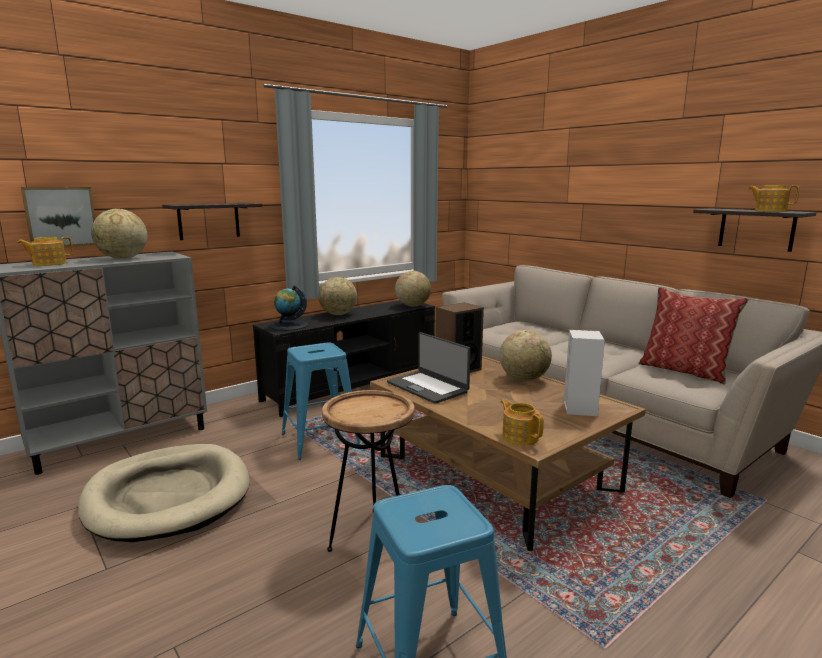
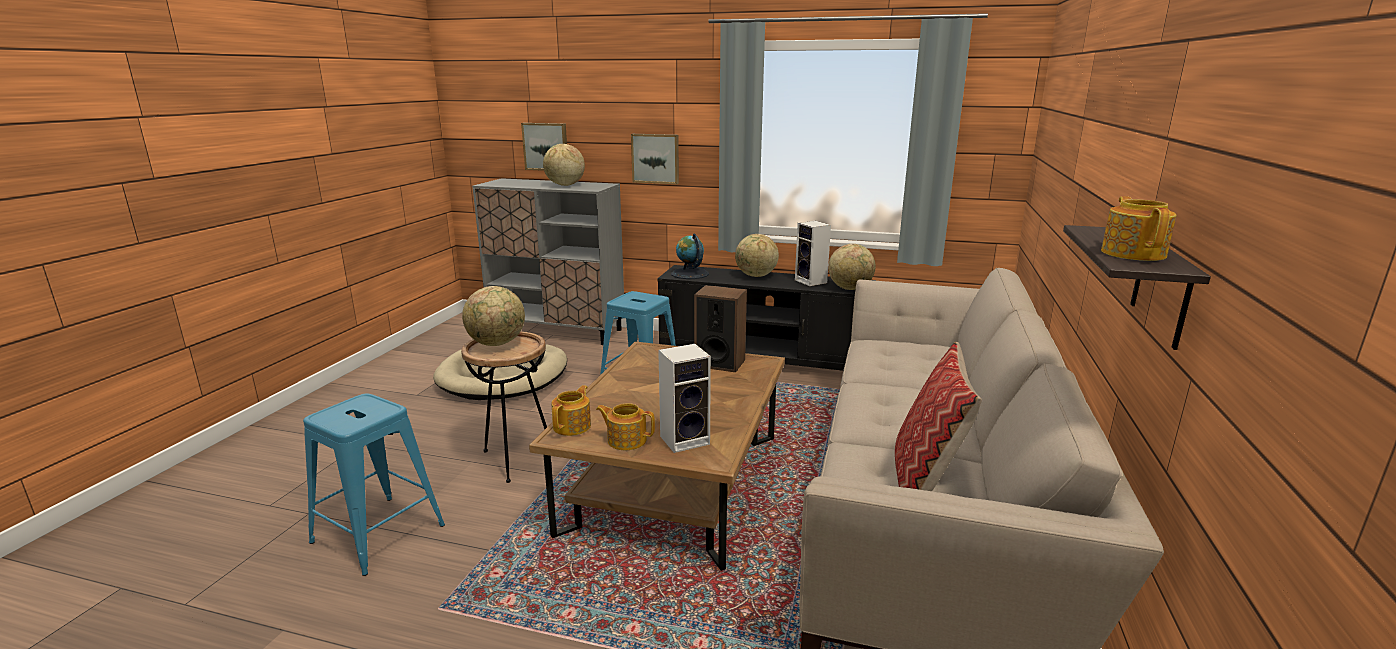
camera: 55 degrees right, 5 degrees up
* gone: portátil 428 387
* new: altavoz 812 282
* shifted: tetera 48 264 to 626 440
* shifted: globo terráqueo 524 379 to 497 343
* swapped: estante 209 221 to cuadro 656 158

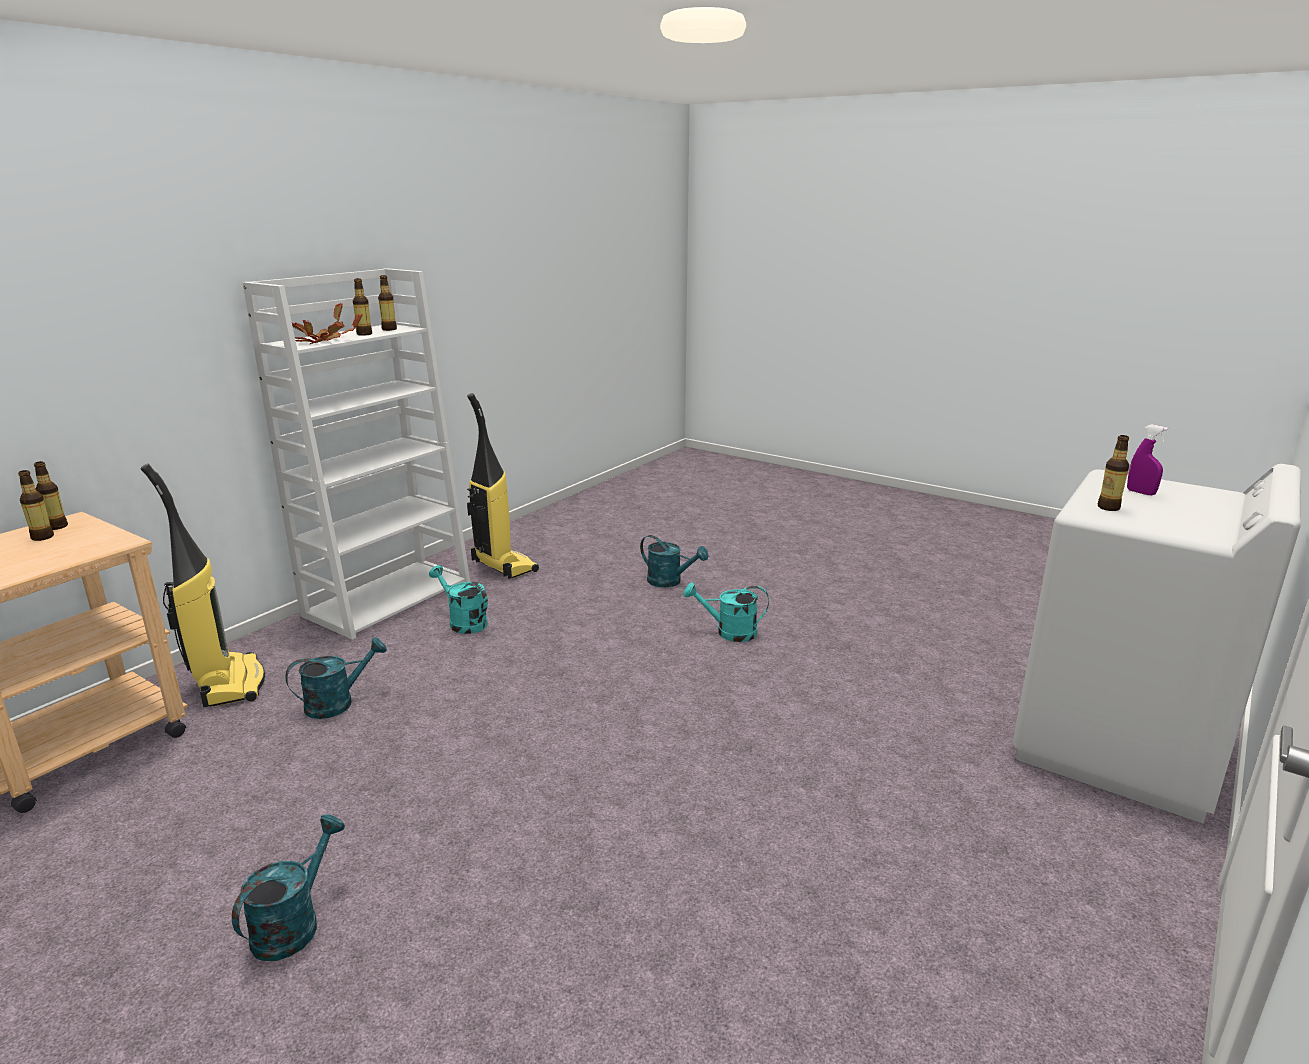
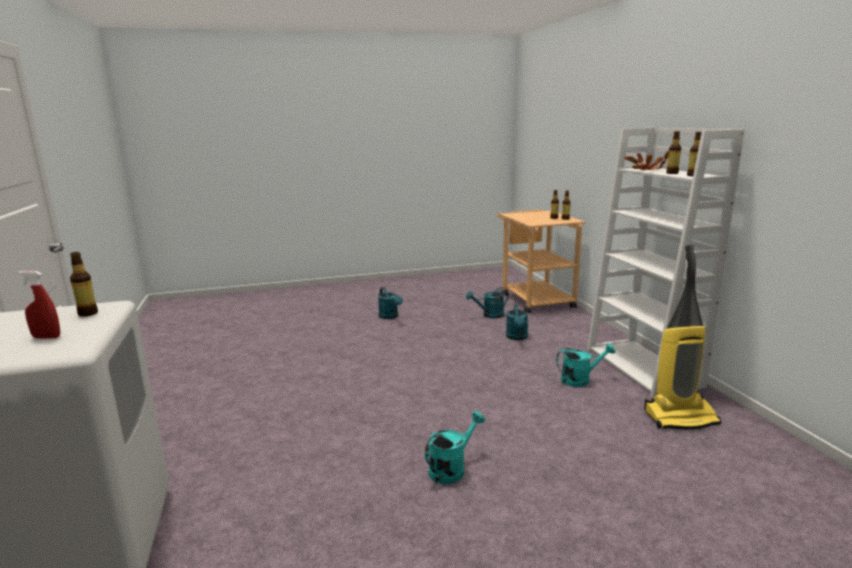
camera: 130 degrees right, 5 degrees down
* gone: aspiradora 229 683
* shifted: regadera (turquesa) 670 582 to 489 315
* repainted: pulverizador (morado) 1140 492 to pulverizador (rojo) 46 337

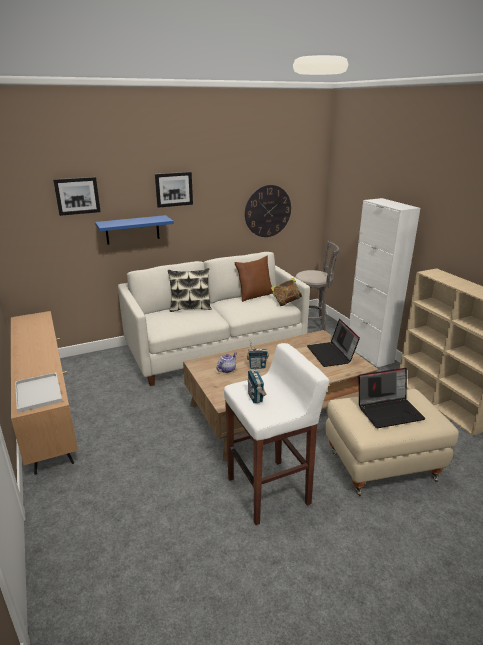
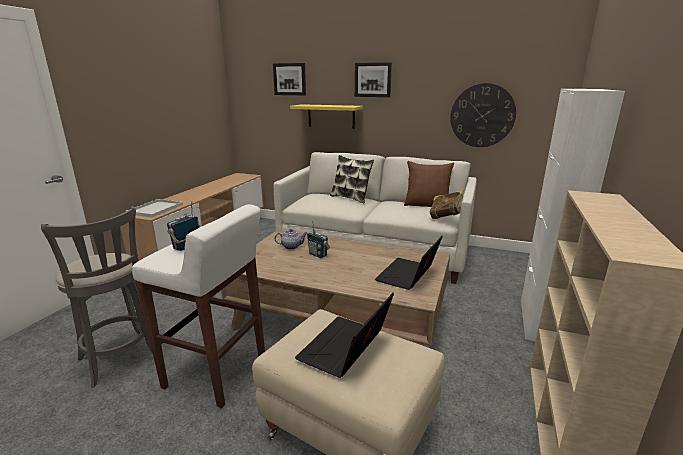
camera: 45 degrees right, 5 degrees down
* shifted: taburete (gris) 312 326 to 121 360
* repainted: estante (azul) 132 230 to estante (amarillo) 331 116
* rotated: portátil 389 411 = 345 349 90 degrees clockwise

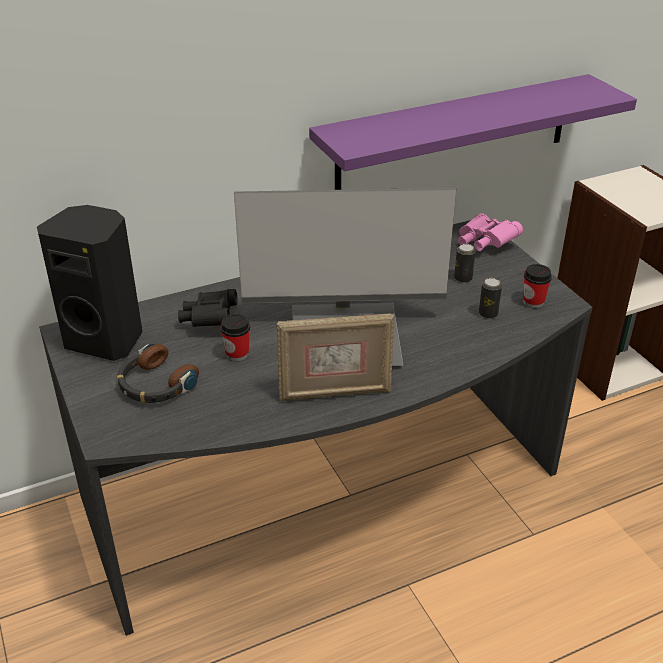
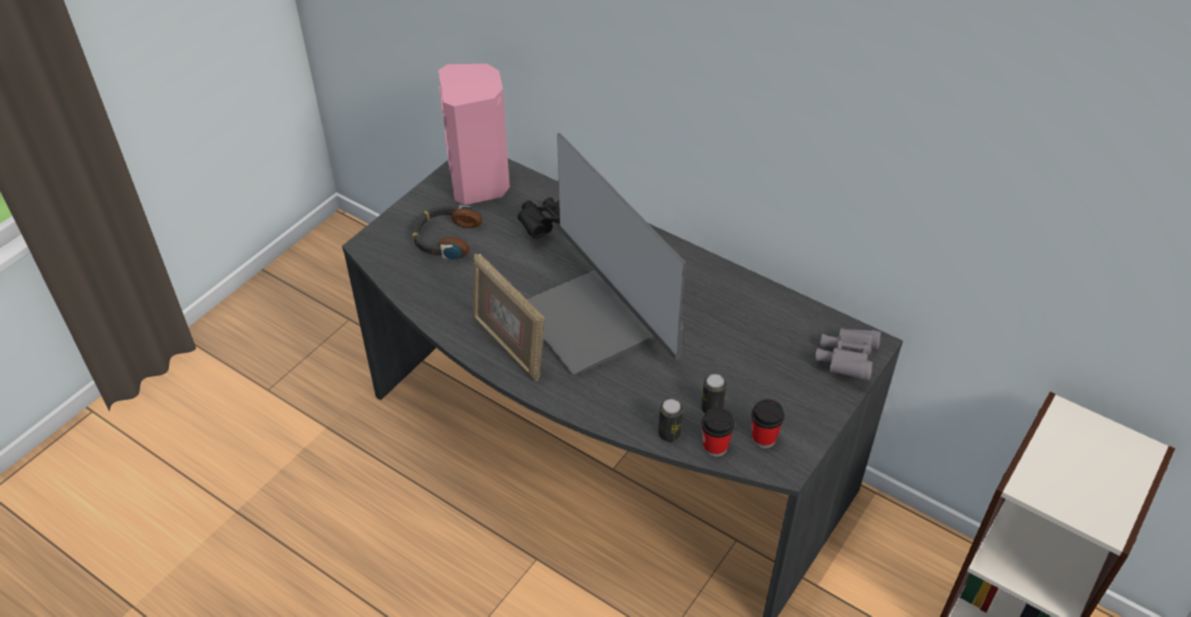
camera: 60 degrees right, 10 degrees up
* gone: estante (morado) 454 132
* shifted: taza 237 354 to 715 446
* shifted: lata 463 278 to 669 433
* repainted: altavoz (negro) 106 339 to altavoz (rosa) 480 183
* repainted: prismáticos (rosa) 484 243 to prismáticos (gris) 846 361

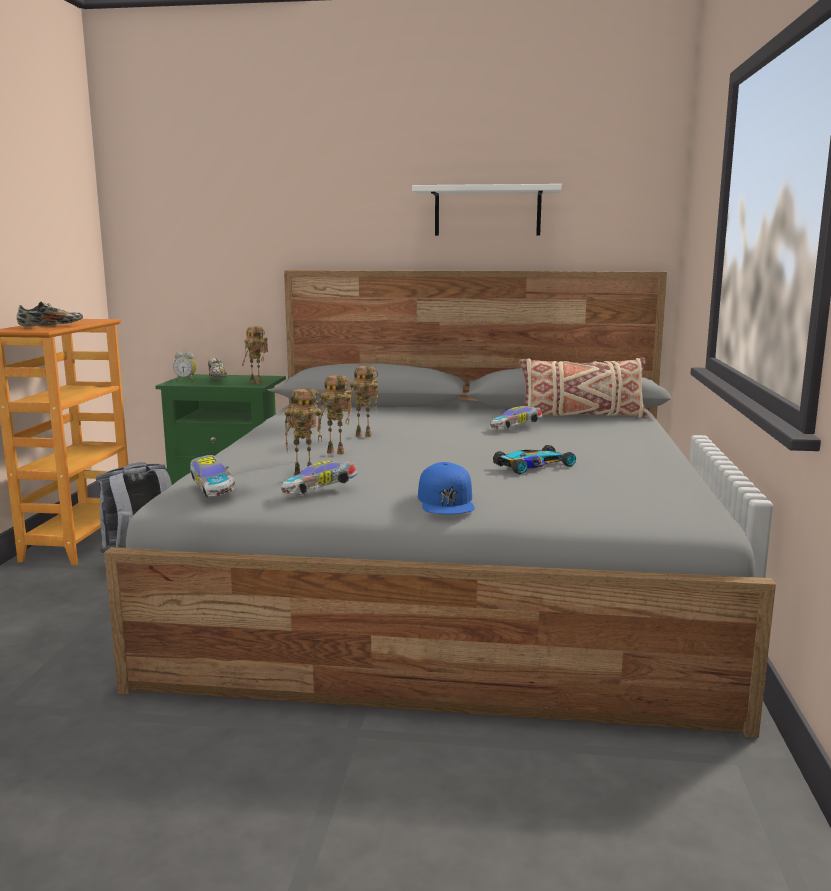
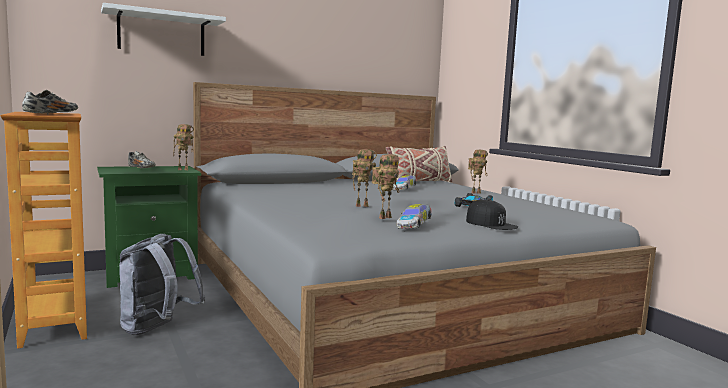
camera: 35 degrees left, 5 degrees down
* gone: despertador 186 379
* gone: coche de juguete 211 488
* shifted: robot de juguete 365 435 to 476 193
* shifted: estante (blanco) 487 211 to 162 34
* repainted: gorra (azul) 446 501 to gorra (negro) 491 224

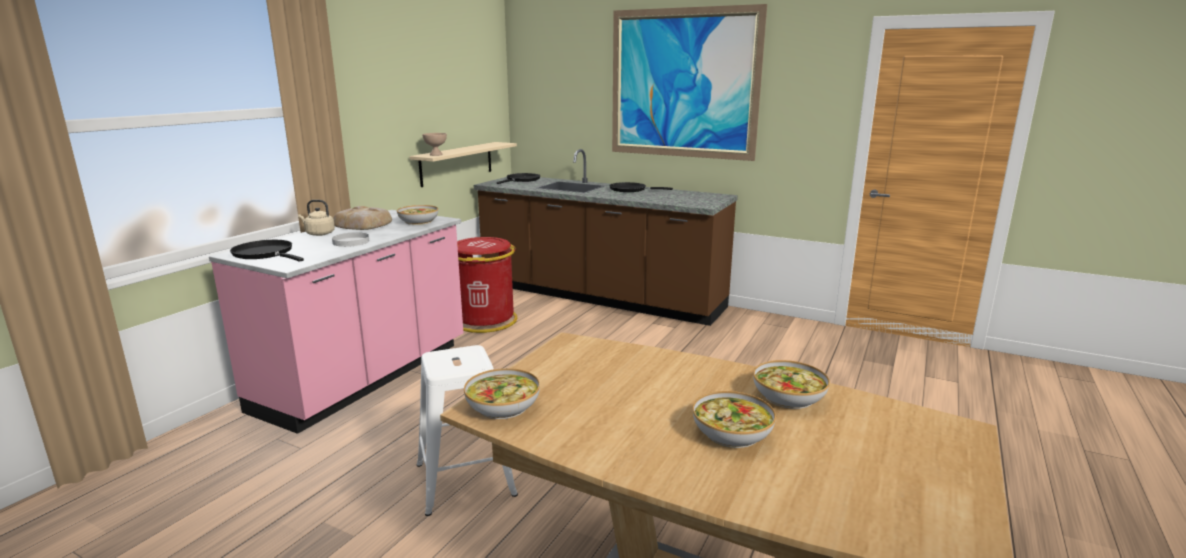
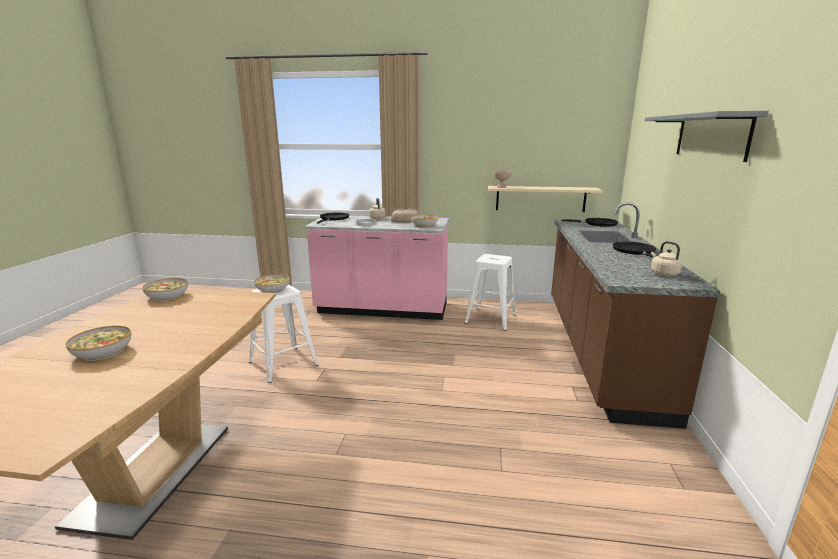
camera: 70 degrees right, 0 degrees up
* new: hervidor (beis) 663 273
* shifted: cuenco 788 397 to 272 289
* swapped: papelera (rojo) 485 320 to taburete (blanco) 491 319
* swapped: cuadro 683 84 to estante (gris) 711 136

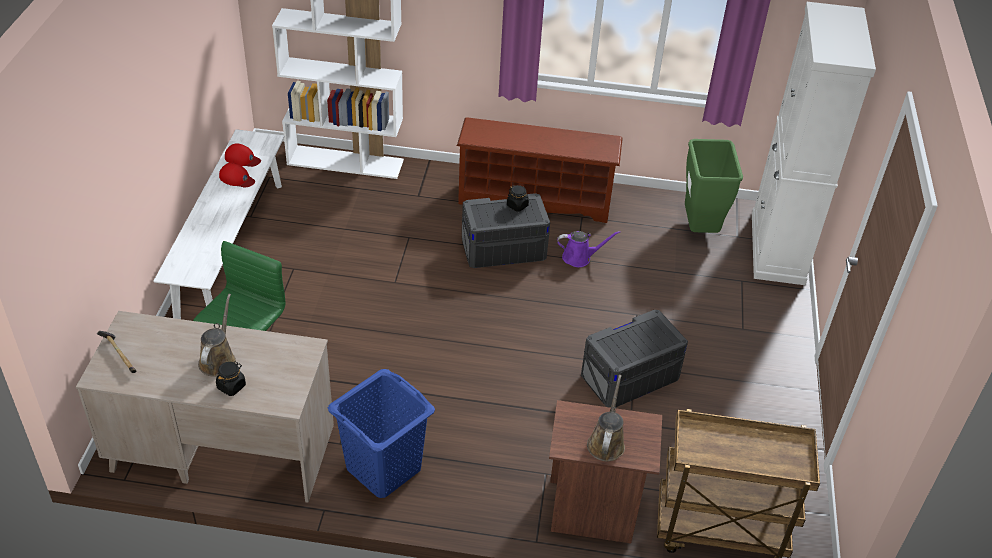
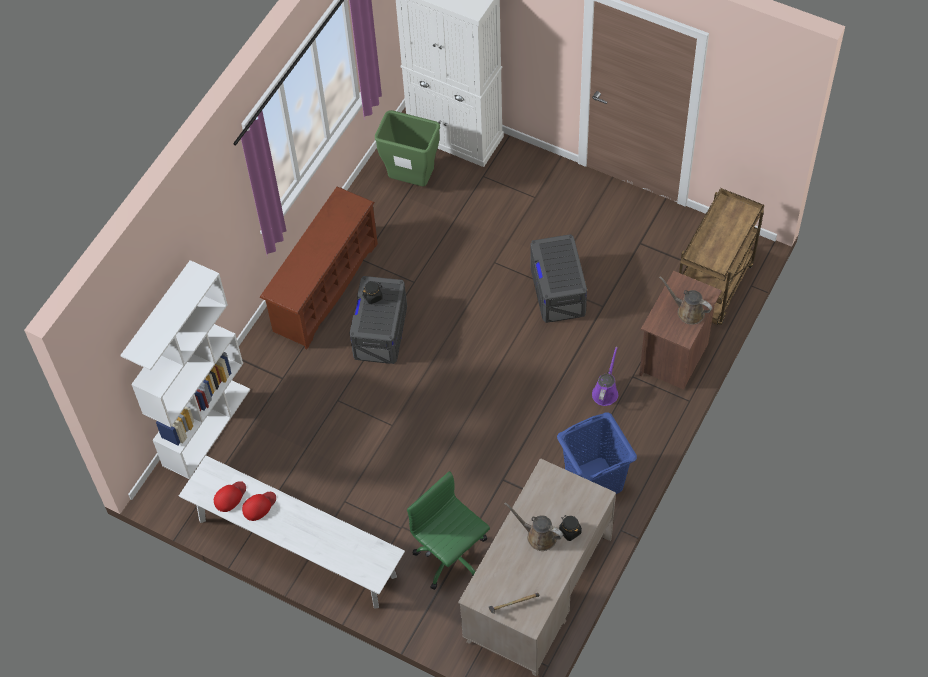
camera: 65 degrees left, 15 degrees up
* shifted: regadera (morado) 579 258 to 605 391

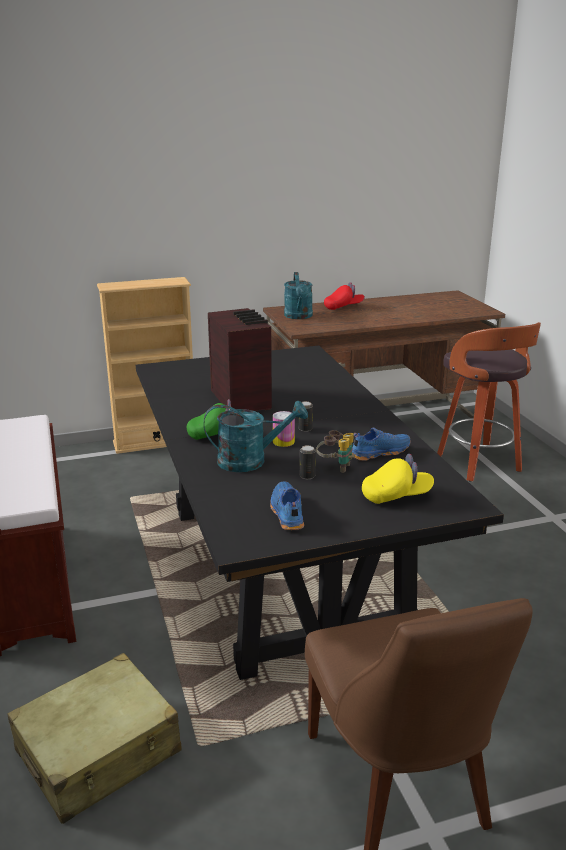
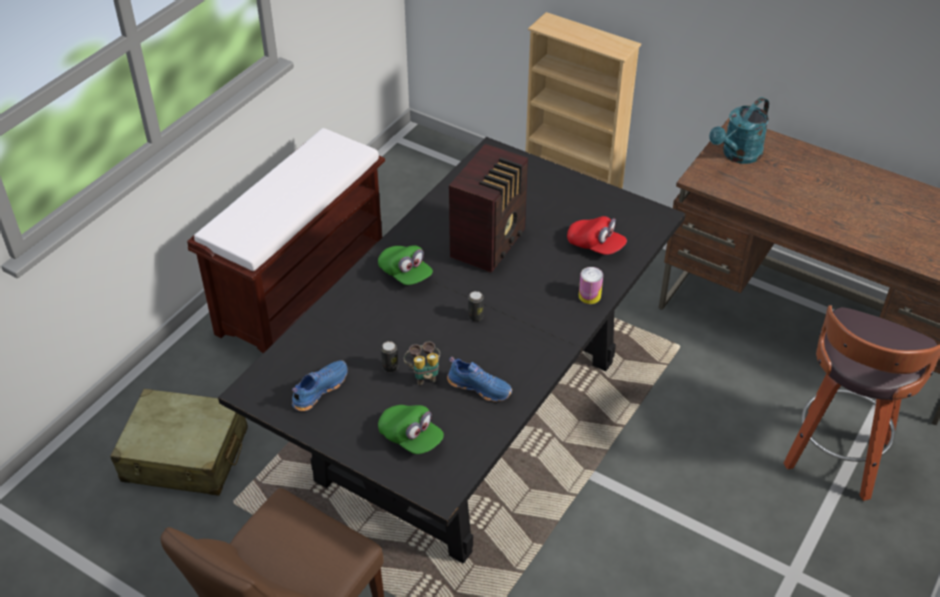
camera: 50 degrees right, 20 degrees up
* gone: regadera (turquesa) 251 461
* shifted: lata 283 442 to 589 296
* shifted: gorra (rojo) 343 307 to 595 246
* repainted: gorra (amarillo) 396 496 to gorra (verde) 411 438

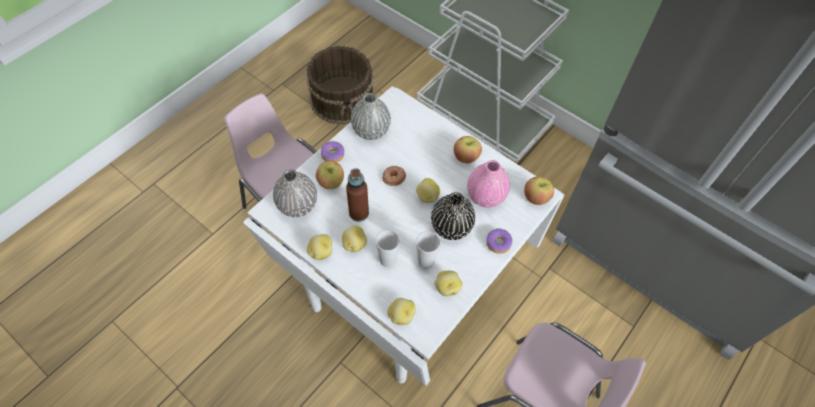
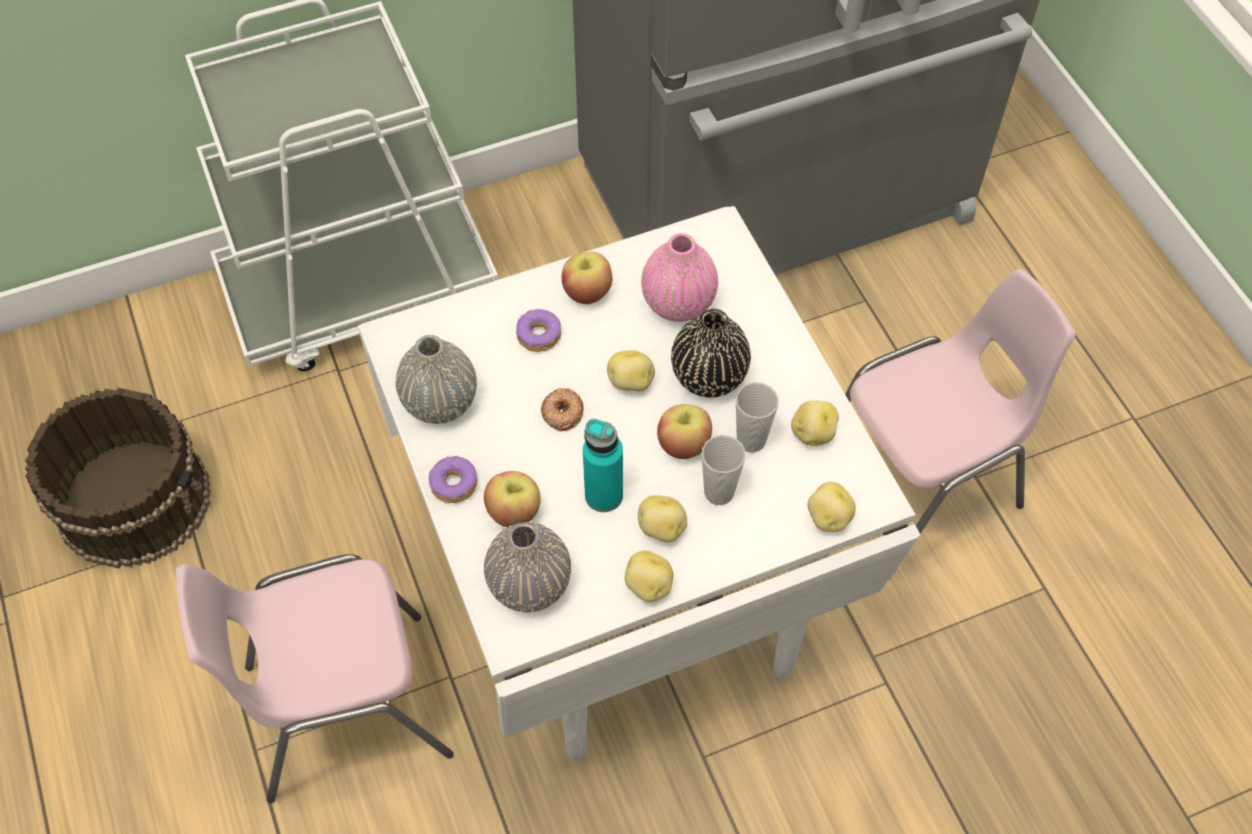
camera: 60 degrees left, 0 degrees up
* shifted: rosquilla 498 243 to 538 336
* shifted: manzana 536 197 to 683 444
* repainted: botella (marrón) 359 213 to botella (turquesa) 604 495

